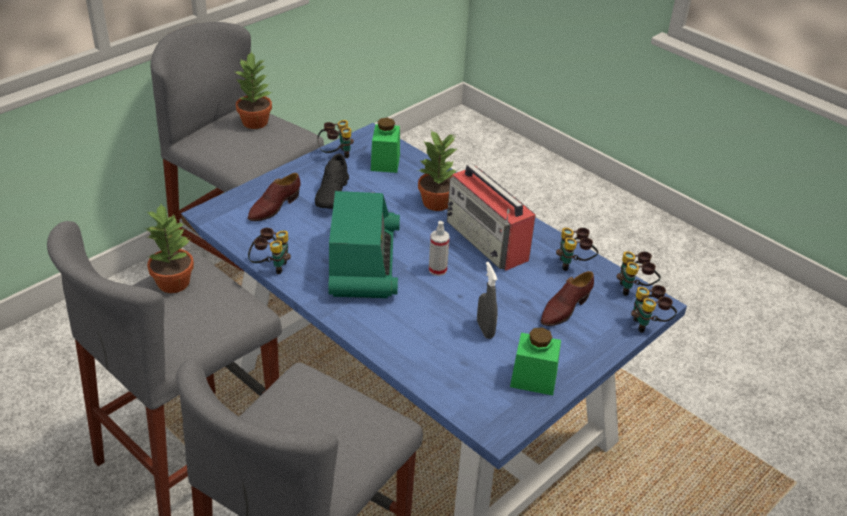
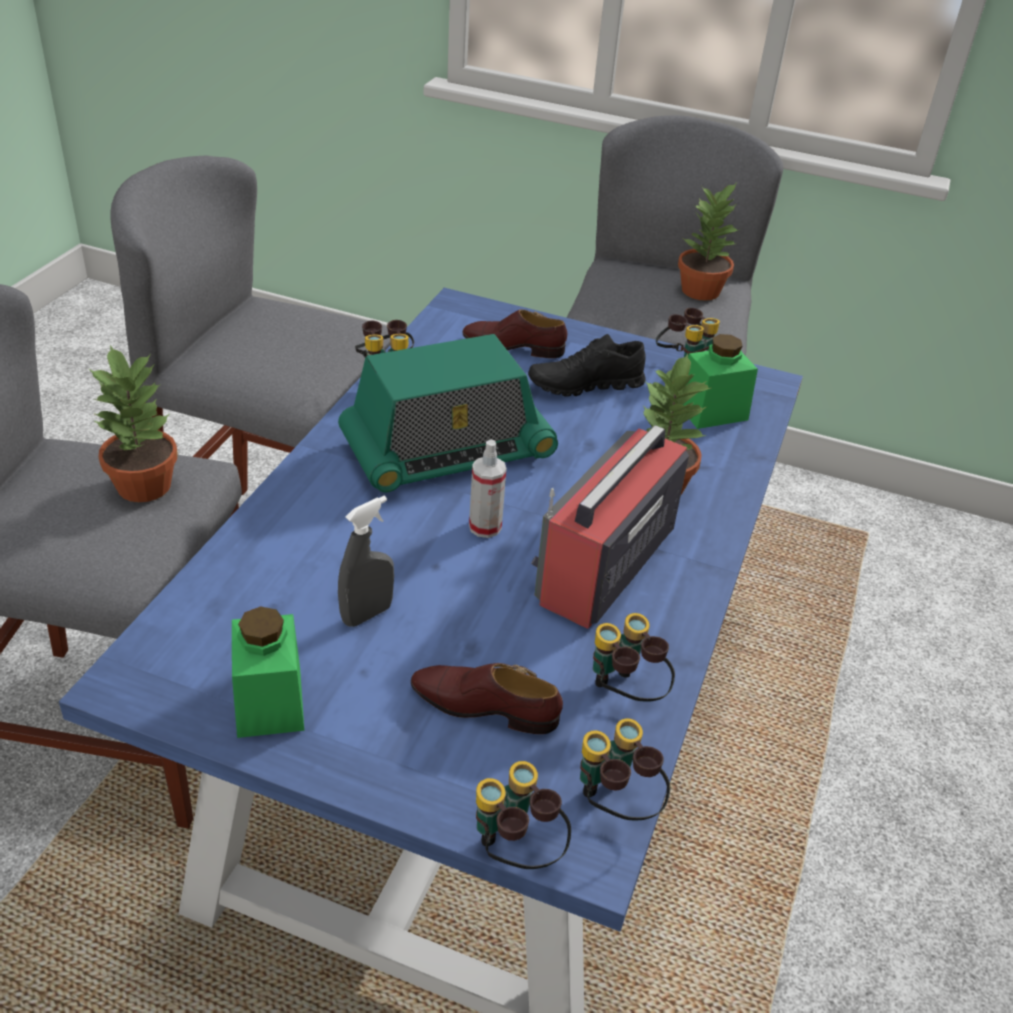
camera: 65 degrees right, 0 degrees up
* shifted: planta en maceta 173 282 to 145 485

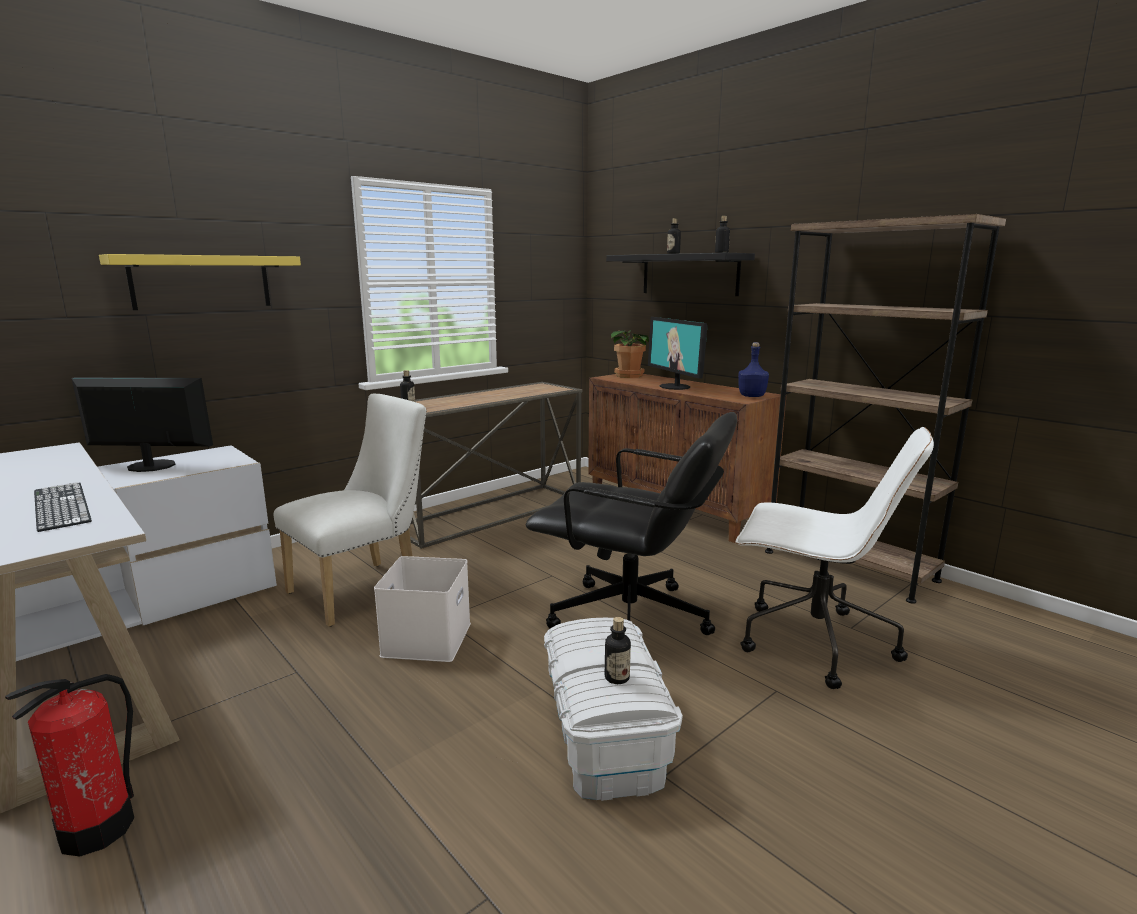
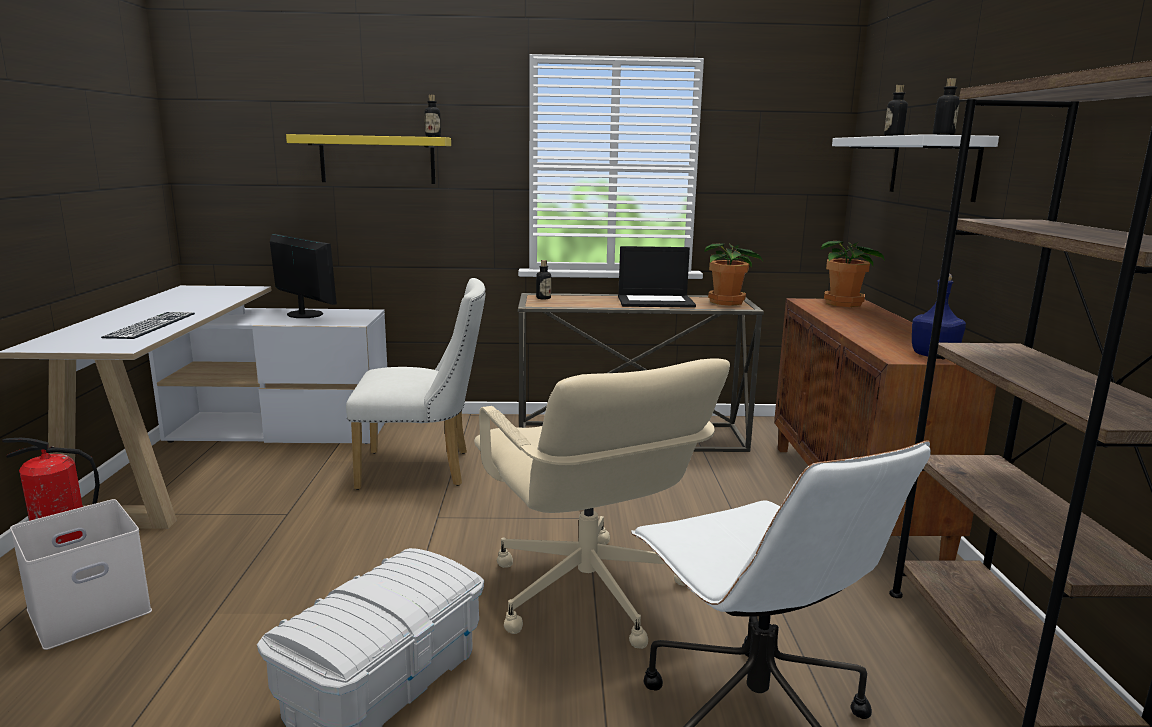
camera: 40 degrees right, 0 degrees up
* gone: monitor 675 387
* new: portátil 656 301
* new: planta en maceta 728 302
* shifted: caja de almacenaje (blanco) 426 638 to 91 608
* shifted: botella 617 677 to 433 136
* repainted: silla de oficina (negro) 631 620 to silla de oficina (beis) 586 594
* repainted: estante (negro) 689 274 to estante (blanco) 932 167

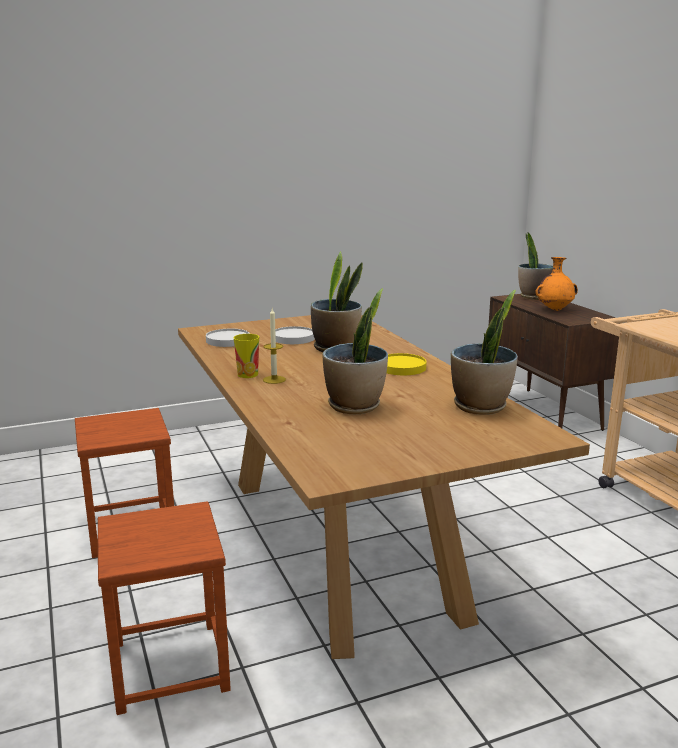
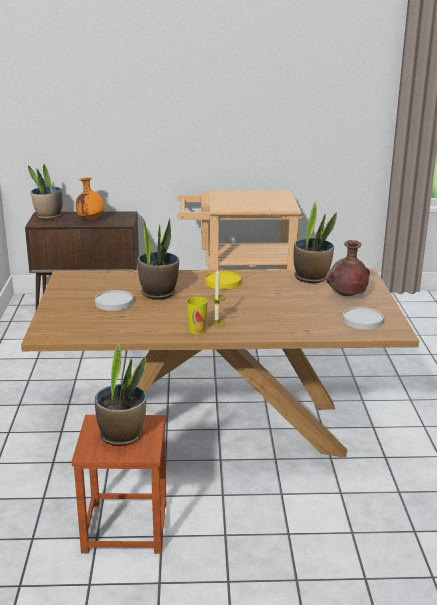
camera: 70 degrees left, 5 degrees up
* gone: taburete (marrón) 168 665
* new: florero (marrón) 346 296
* shifted: plato (blanco) 228 340 to 363 321
* shifted: planta en maceta 355 406 to 122 435

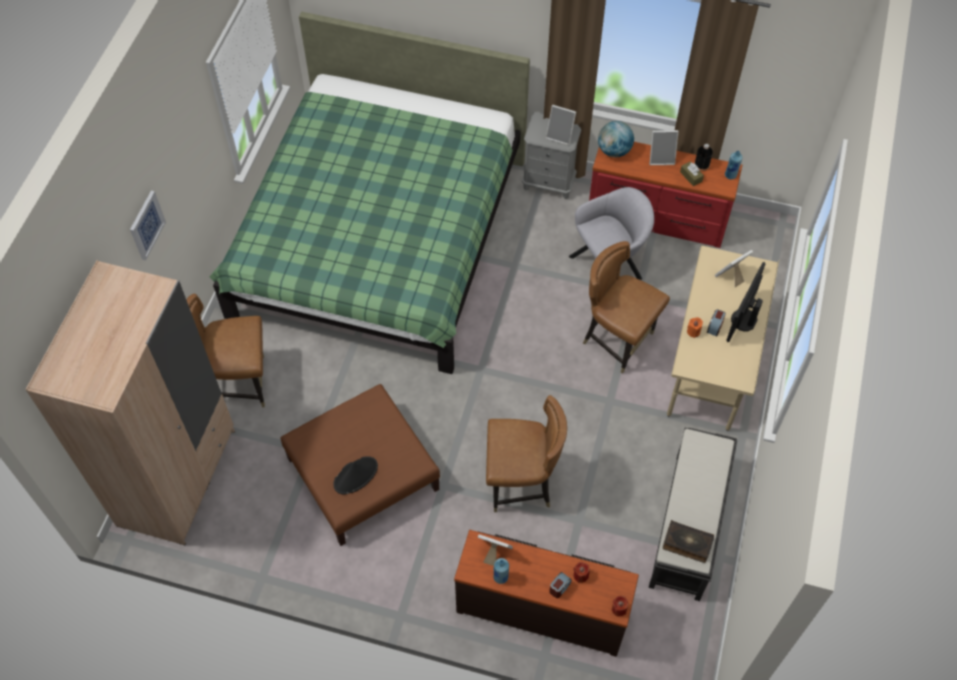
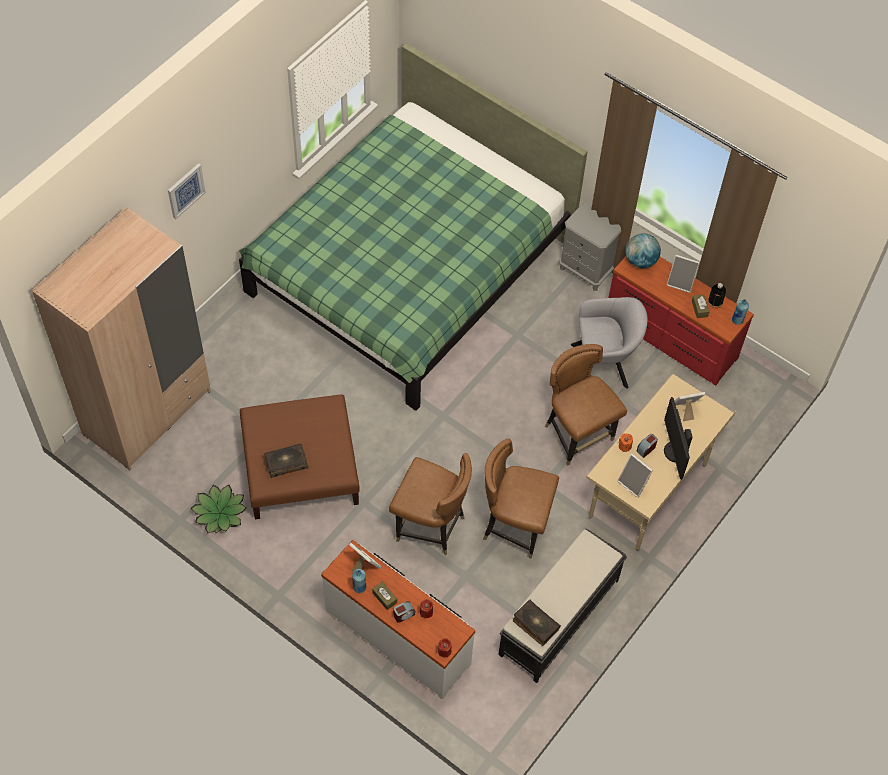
camera: 20 degrees right, 0 degrees up
* new: planta en maceta 220 513
* new: caja de pañuelos (marrón) 384 597
* shifted: silla (marrón) 239 383 to 514 526
* shifted: portarretratos 560 135 to 634 483
* swapped: sombrero (negro) 356 475 to libro 286 463
* repainted: cómoda (marrón) 542 608 to cómoda (blanco) 399 636
* rotated: monitor 742 319 = 675 452 60 degrees counterclockwise

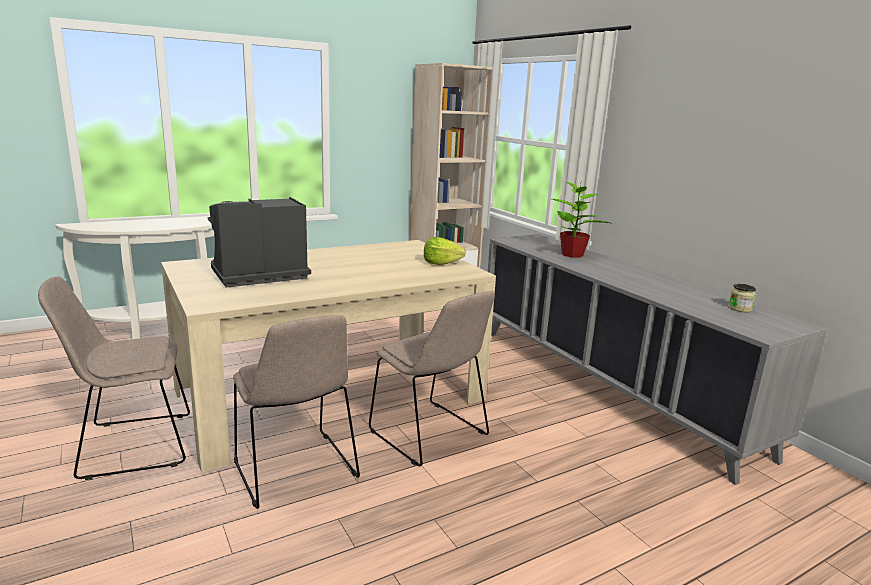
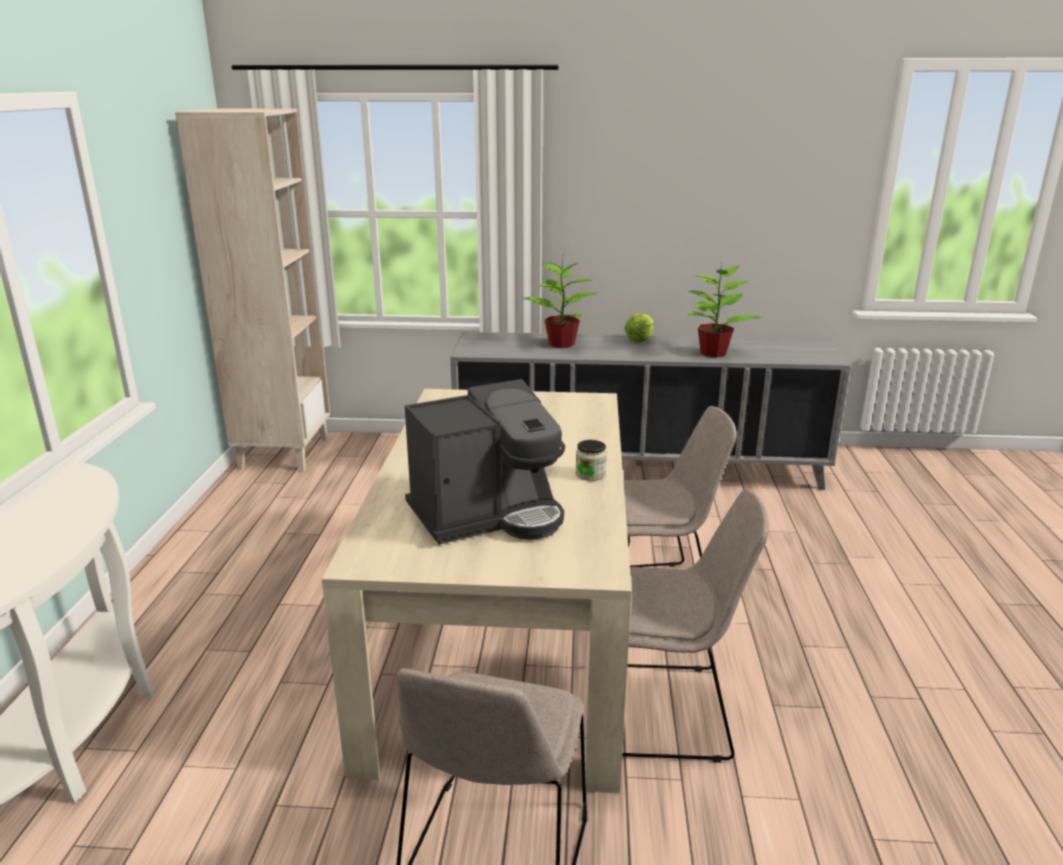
camera: 55 degrees left, 5 degrees up
* new: planta en maceta 714 353
* shifted: lechuga 441 263 to 640 339
* shifted: tarro 739 308 to 590 474
* rotated: cafetera 257 275 = 488 515 120 degrees counterclockwise

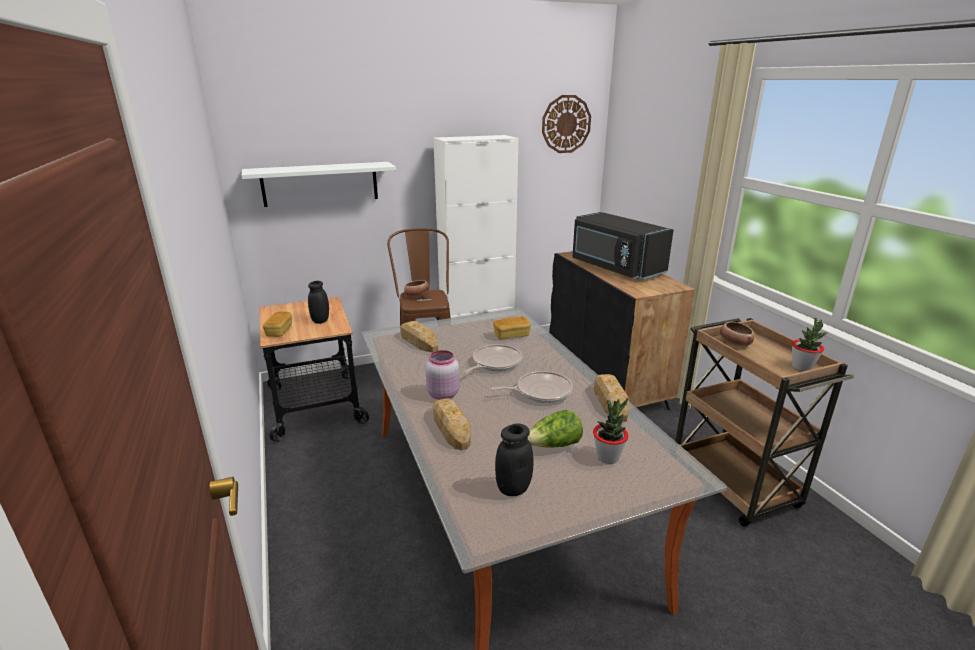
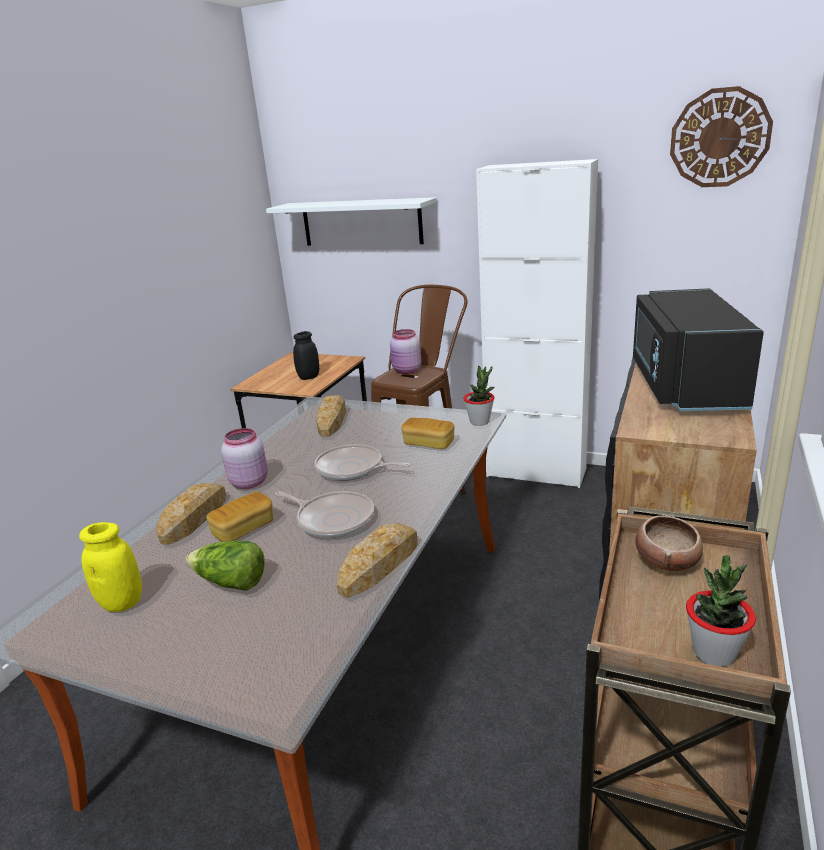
camera: 45 degrees right, 0 degrees up
* shifted: pan 279 331 to 244 529
* shifted: planta en maceta 608 457 to 479 421
* swapped: cuenco 417 296 to tarro (rosa) 406 371
* repainted: tarro (negro) 513 488 to tarro (amarillo) 122 603
* rotated: sartén 495 363 = 353 468 150 degrees counterclockwise

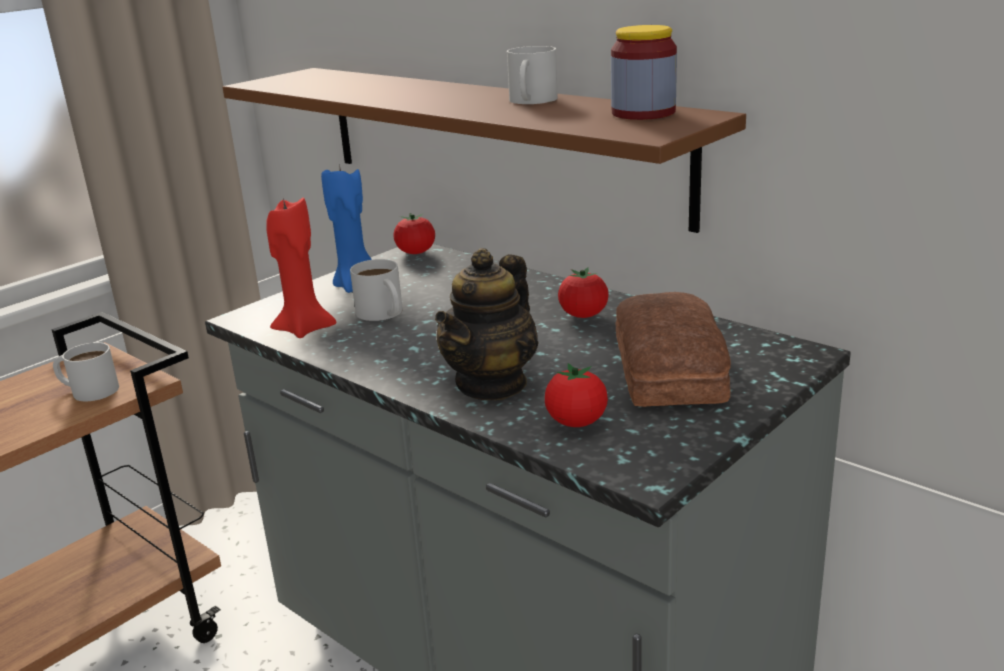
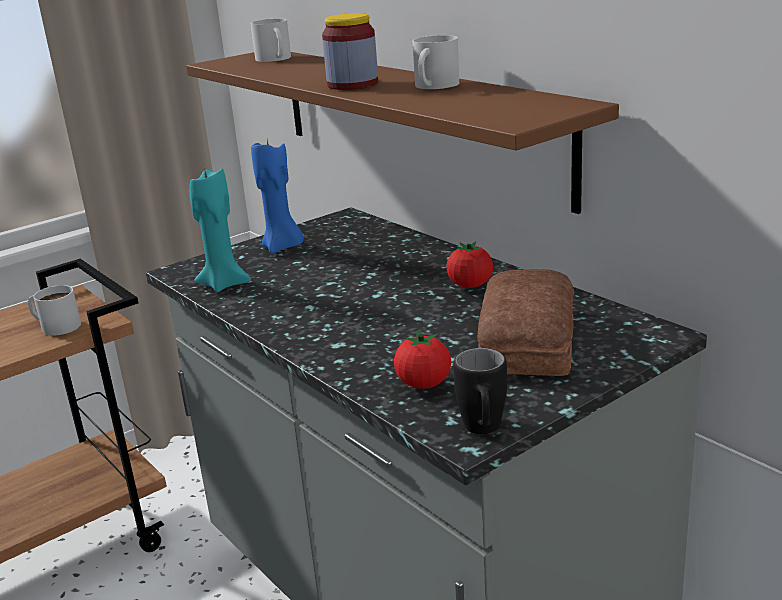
camera: 10 degrees right, 0 degrees up
* gone: tomate 416 252
* gone: tetera 492 383
* new: taza grande (negro) 483 432
* shifted: taza grande (blanco) 383 314 to 275 59
* shifted: tarro 643 113 to 352 84
* repainted: vela (rojo) 304 329 to vela (turquesa) 224 284

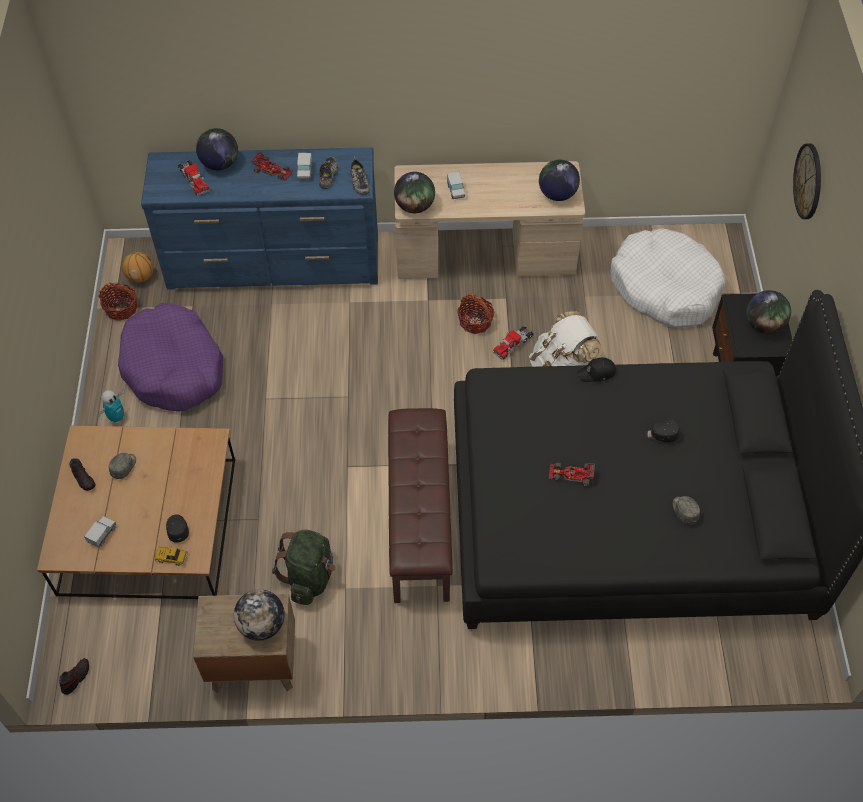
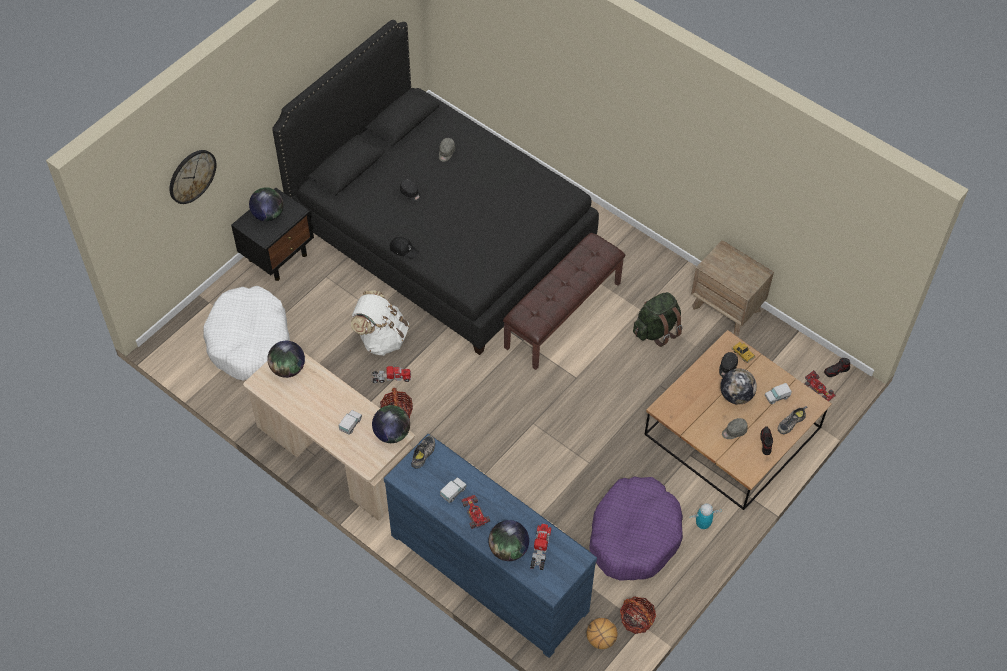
camera: 140 degrees left, 0 degrees up
* shifted: globo terráqueo 262 625 to 736 395
* shifted: zapato 329 175 to 790 422
* shifted: coche de juguete 571 474 to 819 388

